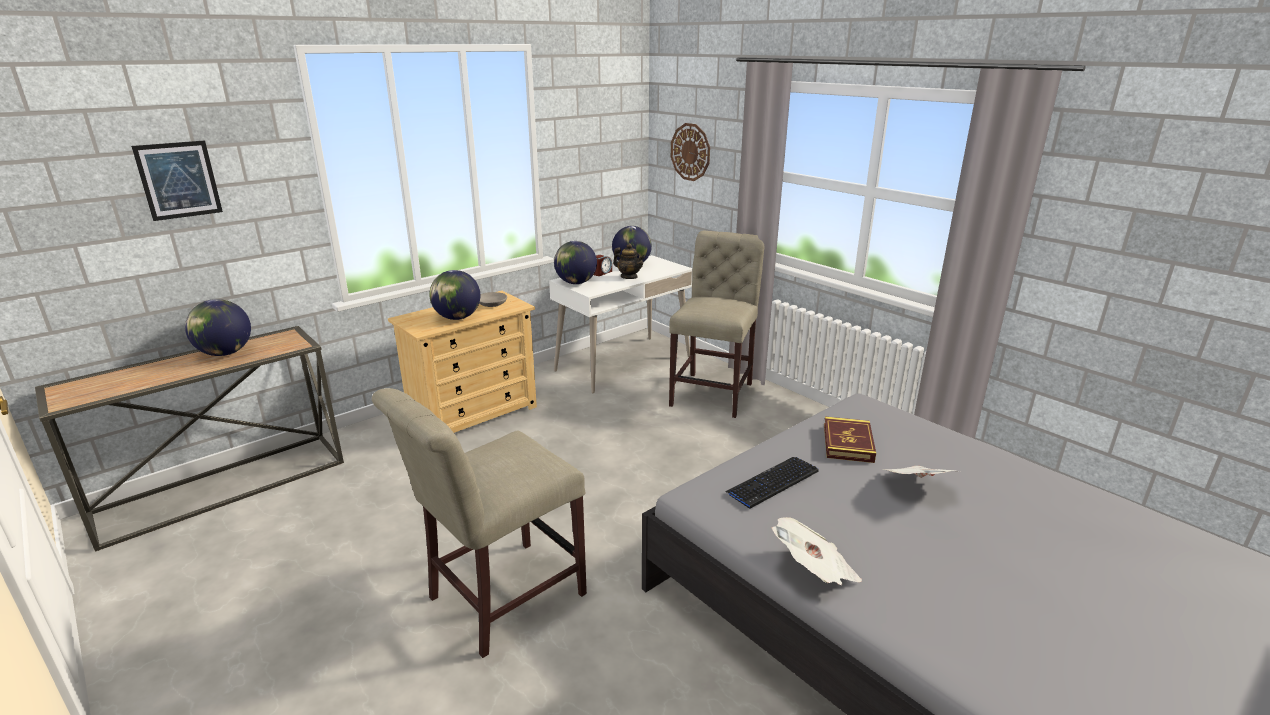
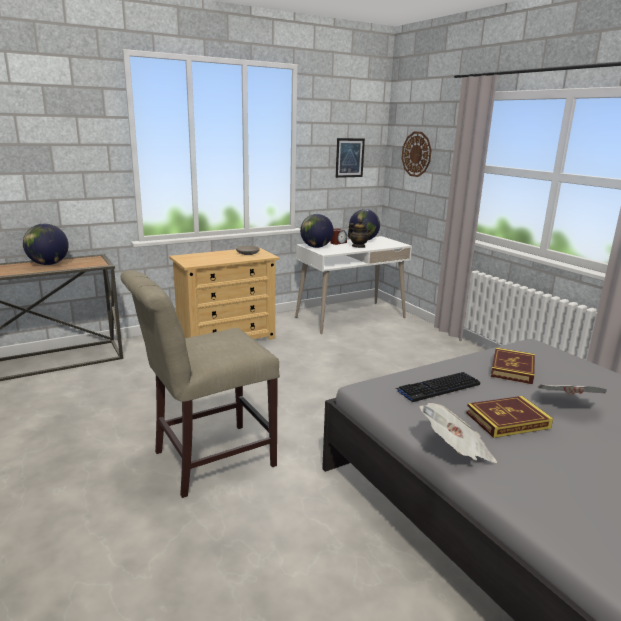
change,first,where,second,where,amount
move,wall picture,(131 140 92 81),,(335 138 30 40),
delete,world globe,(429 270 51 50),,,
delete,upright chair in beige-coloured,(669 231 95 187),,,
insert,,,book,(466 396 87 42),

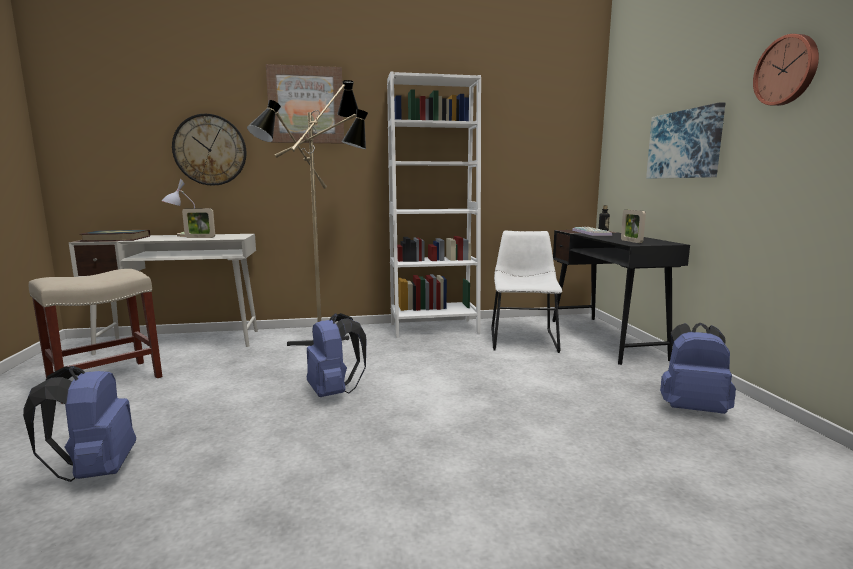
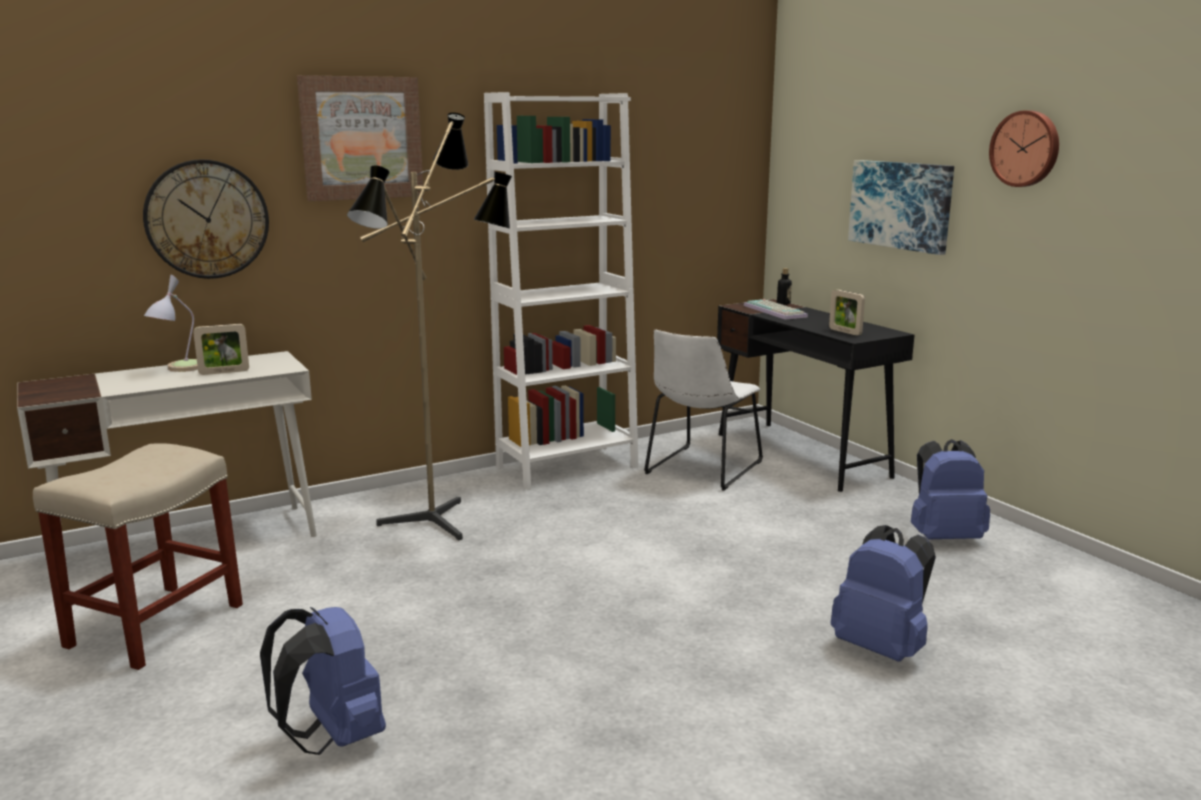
change,first,where,second,where,amount
delete,book,(79 230 71 11),,,
move,rucksack in blue-coloured,(307 313 59 84),,(831 525 105 137),
rotate,upright chair in whitish,(491 231 71 122),,(644 329 119 162),135 degrees counterclockwise

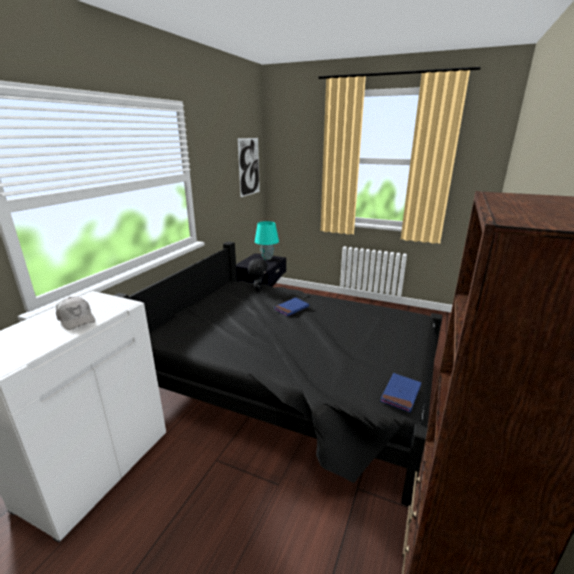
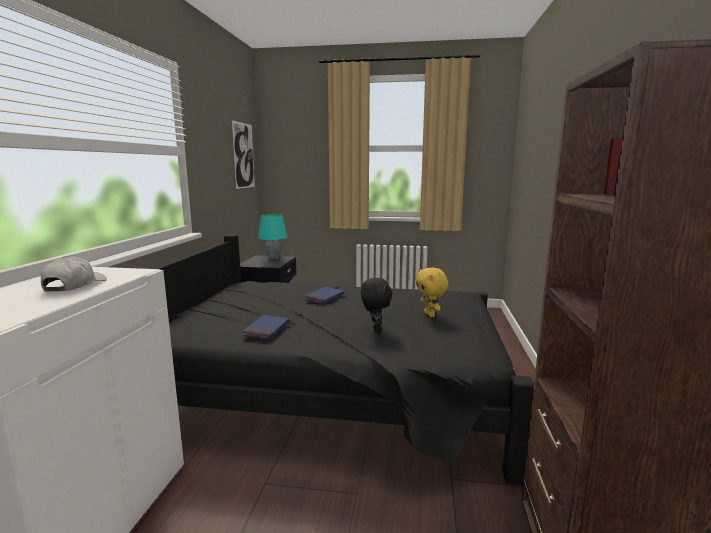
change,first,where,second,where,amount
rotate,baseball cap in whitish,(56 297 39 33),,(41 256 66 36),120 degrees counterclockwise
move,soft toy in blackish,(248 259 20 32),,(361 278 32 54),
move,book in blue-coloured,(380 373 41 39),,(242 315 47 25),
insert,,,soft toy in yellow-coloured,(415 268 33 49),

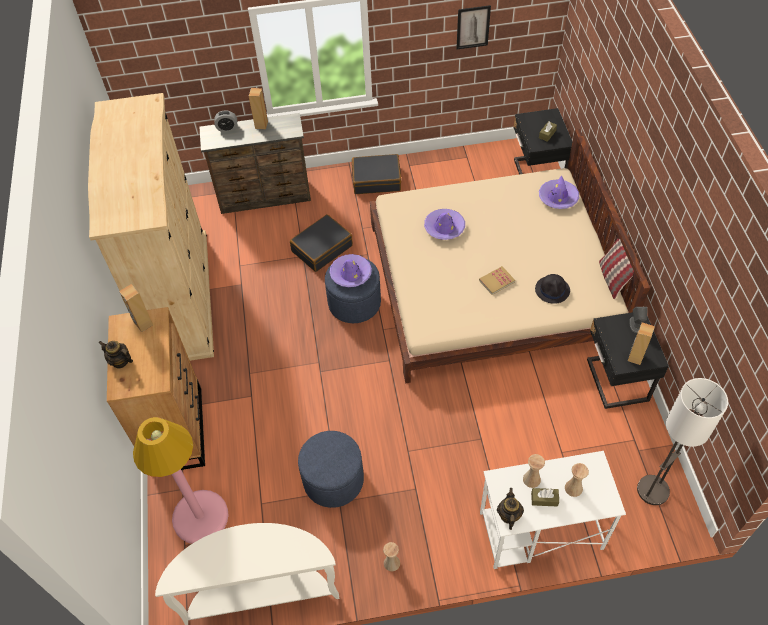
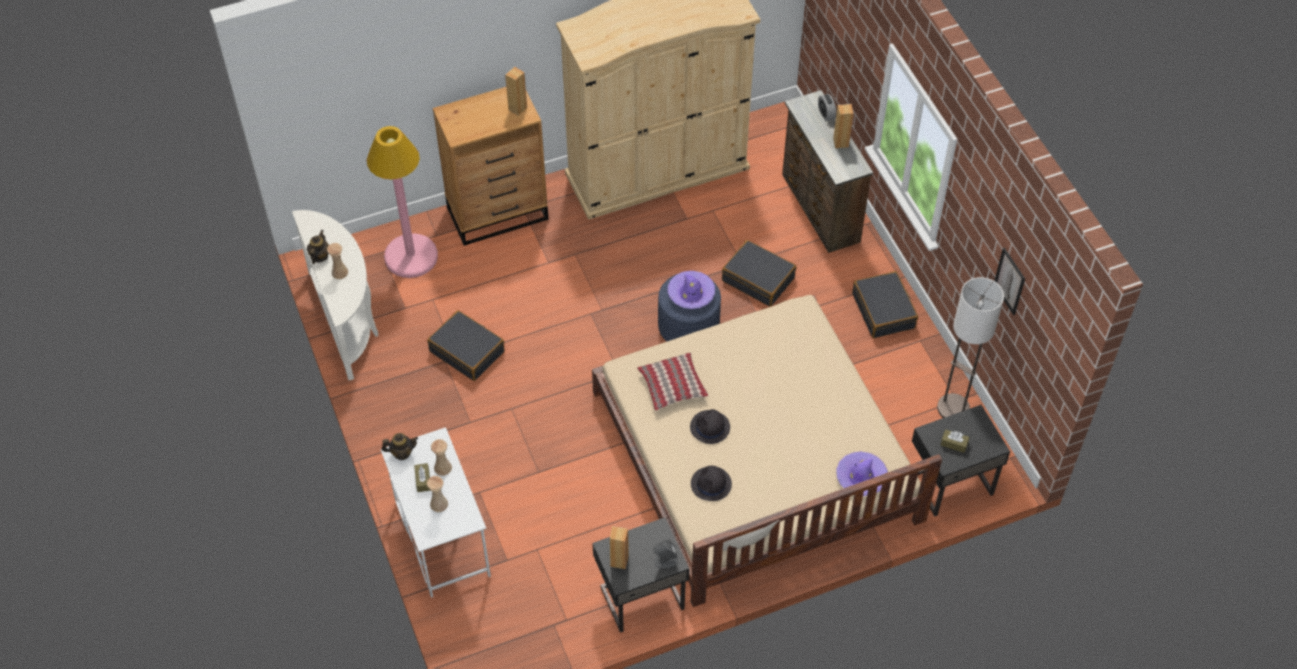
change,first,where,second,where,amount
move,tea pot,(98 341 35 27),,(307 230 22 34),
replace,footrest in blue-coloured,(298 431 66 77),piece of luggage in blackish,(427 310 77 71),
move,flower vase in beige-coloured,(383 542 17 29),,(327 243 21 36),
delete,clothing hat in purplish,(424 209 41 31),,,
replace,book,(479 266 36 29),clothing hat in blackish,(690 409 40 35),
move,floor lamp,(637 378 91 127),,(937 277 67 141),
insert,,,cushion,(637 353 71 58),

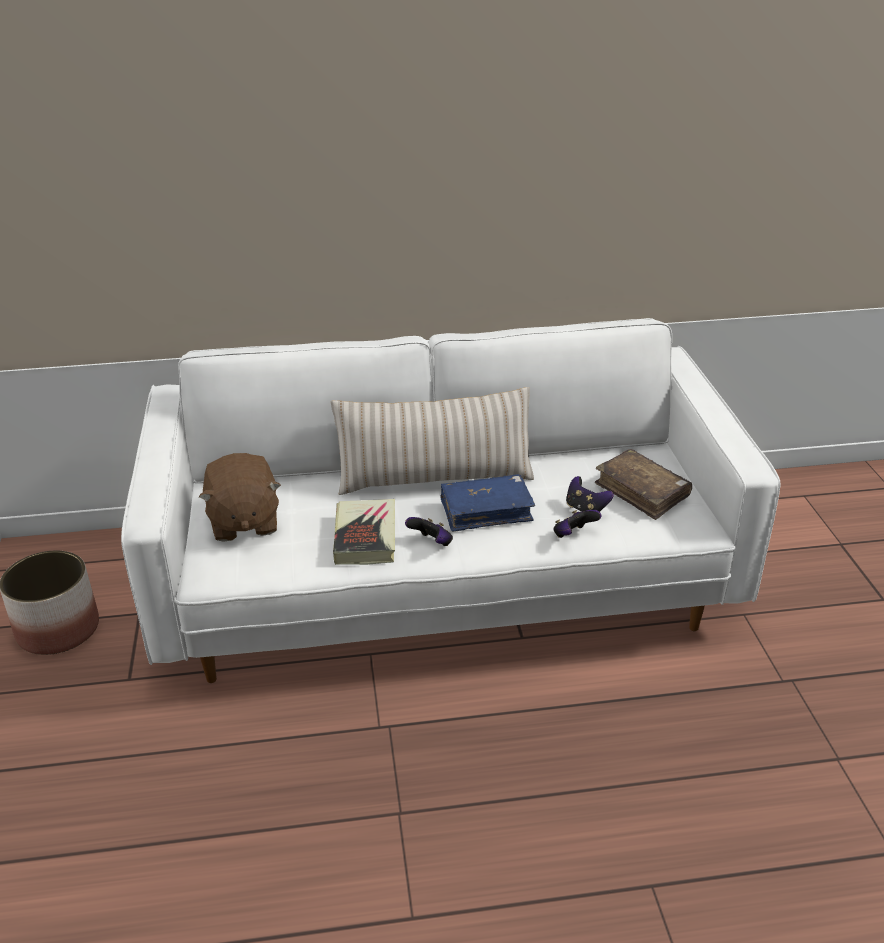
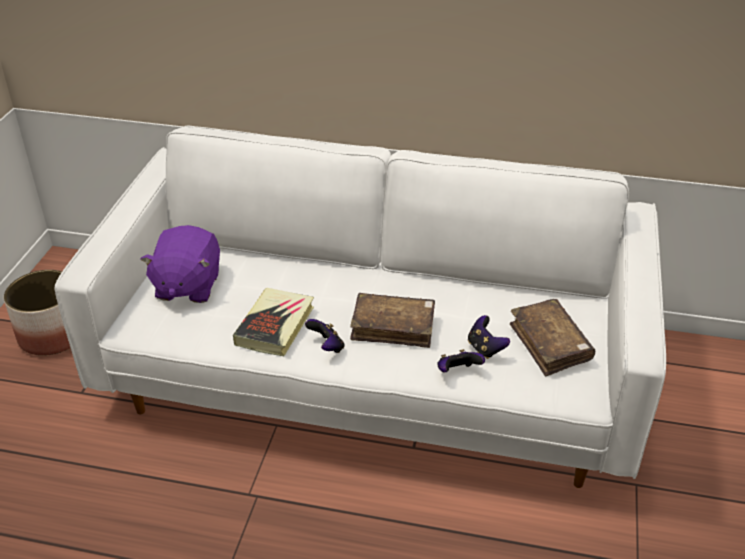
change,first,where,second,where,amount
recolor,soft toy in brownish,(199 453 82 89),soft toy in purplish,(140 225 80 78),
delete,cushion in beige-coloured,(331 387 203 108),,,
recolor,book in blue-coloured,(440 474 95 58),book in brownish,(350 293 85 55),

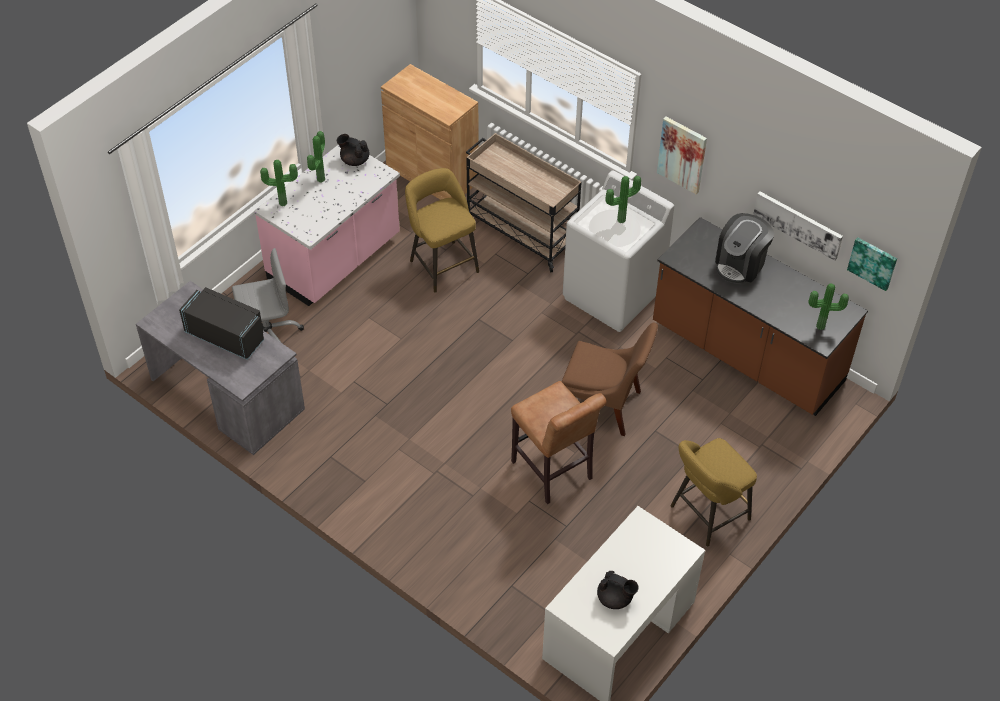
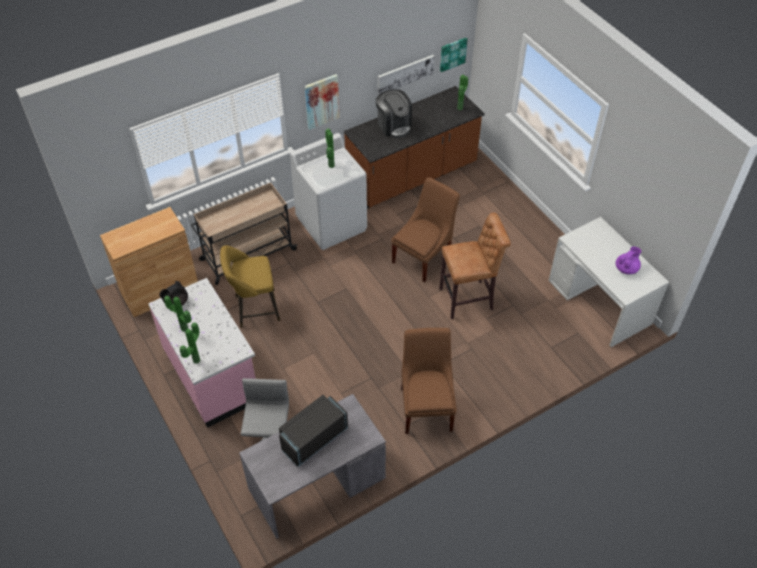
change,first,where,second,where,amount
recolor,tea pot in blackish,(597 571 42 38),tea pot in purplish,(616 247 25 27),
delete,stool seat in yellow-coloured,(671 438 86 109),,,
insert,,,upright chair in brownish,(401 328 56 106),

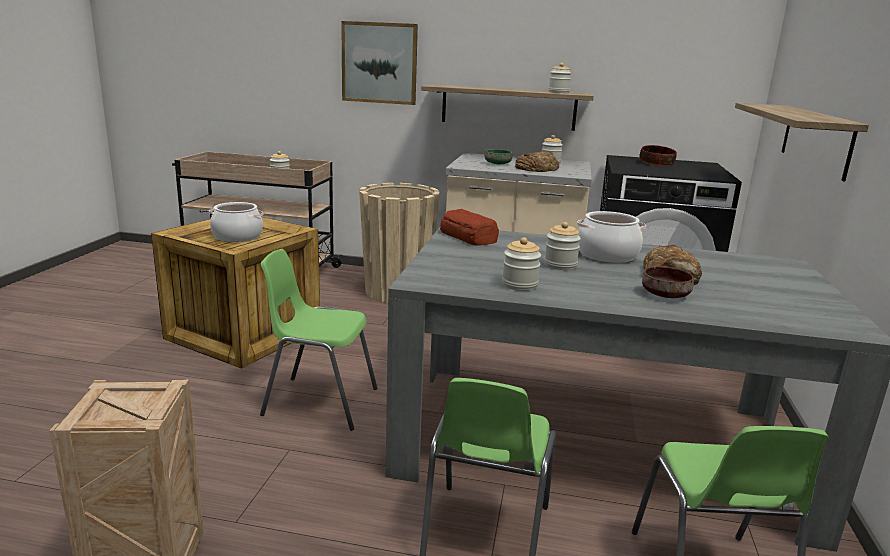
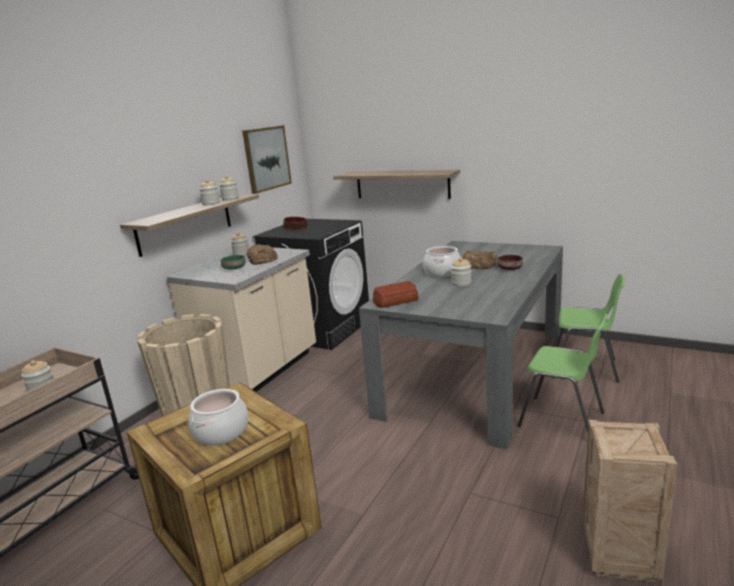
change,first,where,second,where,amount
delete,upright chair in greenish,(260 249 117 182),,,
move,wall picture,(341 21 77 84),,(242 125 50 69),
move,jar,(502 237 39 54),,(199 180 21 25),

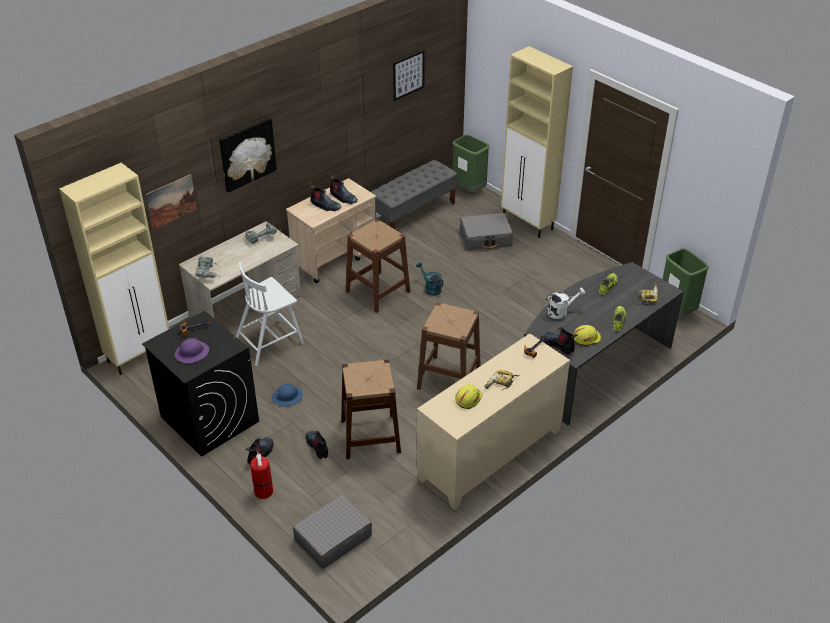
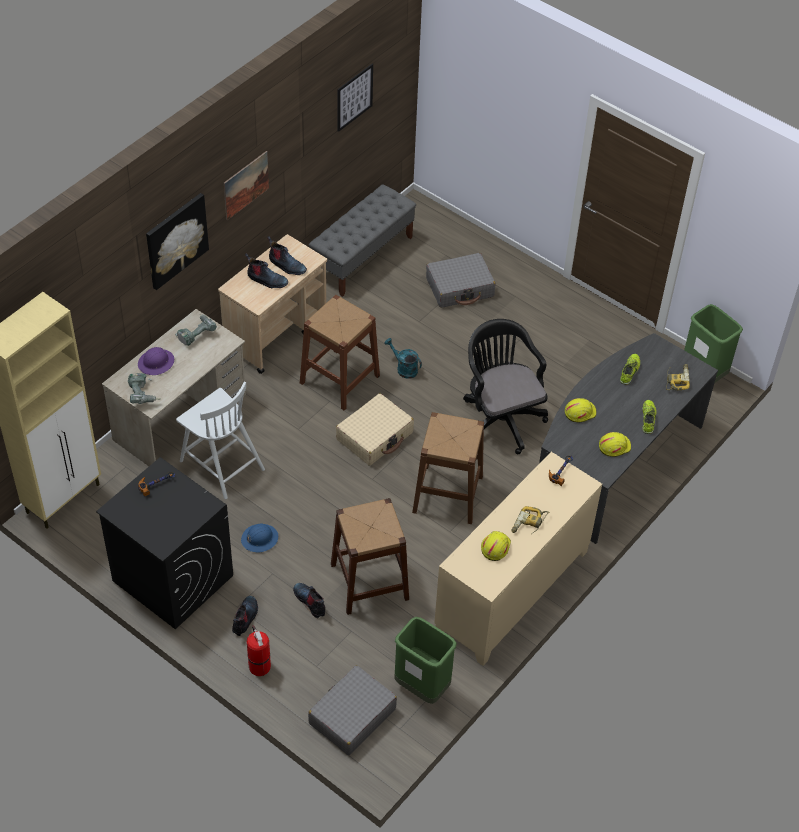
change,first,where,second,where,amount
move,wall picture,(145 174 52 55),,(224 151 45 69),
move,hard hat in purplish,(175 338 34 25),,(138 347 36 28),
rotate,upright chair in whitish,(236 262 68 104),,(176 382 89 117),90 degrees counterclockwise
move,rubbish bin in greenish,(452 135 38 58),,(394 617 63 87),
delete,cabinet in beige-coloured,(501 46 72 192),,,
delete,tall boot,(540 327 37 28),,,
replace,watering pot in whitish,(545 287 40 32),hard hat in yellow-coloured,(565 398 31 24),
insert,,,piece of luggage in beige-coloured,(336 393 78 72),
insert,,,desk chair in blackish,(463 319 85 135),

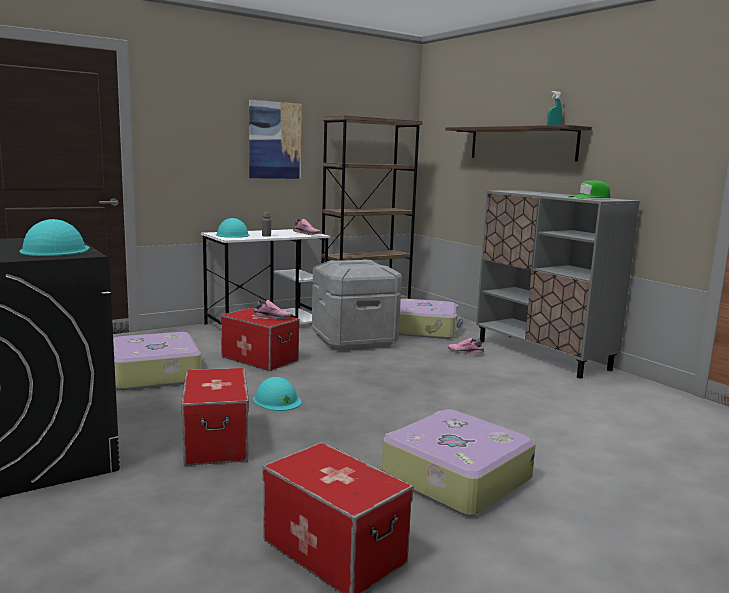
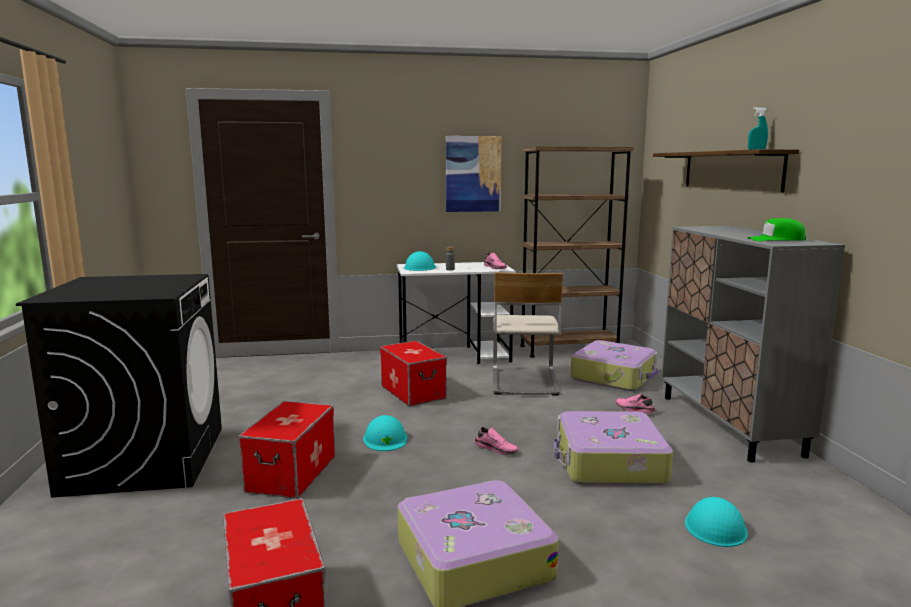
change,first,where,second,where,amount
move,hard hat in blue-green,(20 219 69 37),,(685 497 63 50),
move,piece of luggage,(113 332 89 58),,(554 411 119 74),
move,item of footwear in pinkish,(253 300 40 20),,(474 427 45 28),
replace,storage container in greyish,(312 259 90 92),upright chair in beige-coloured,(493 272 70 124),

